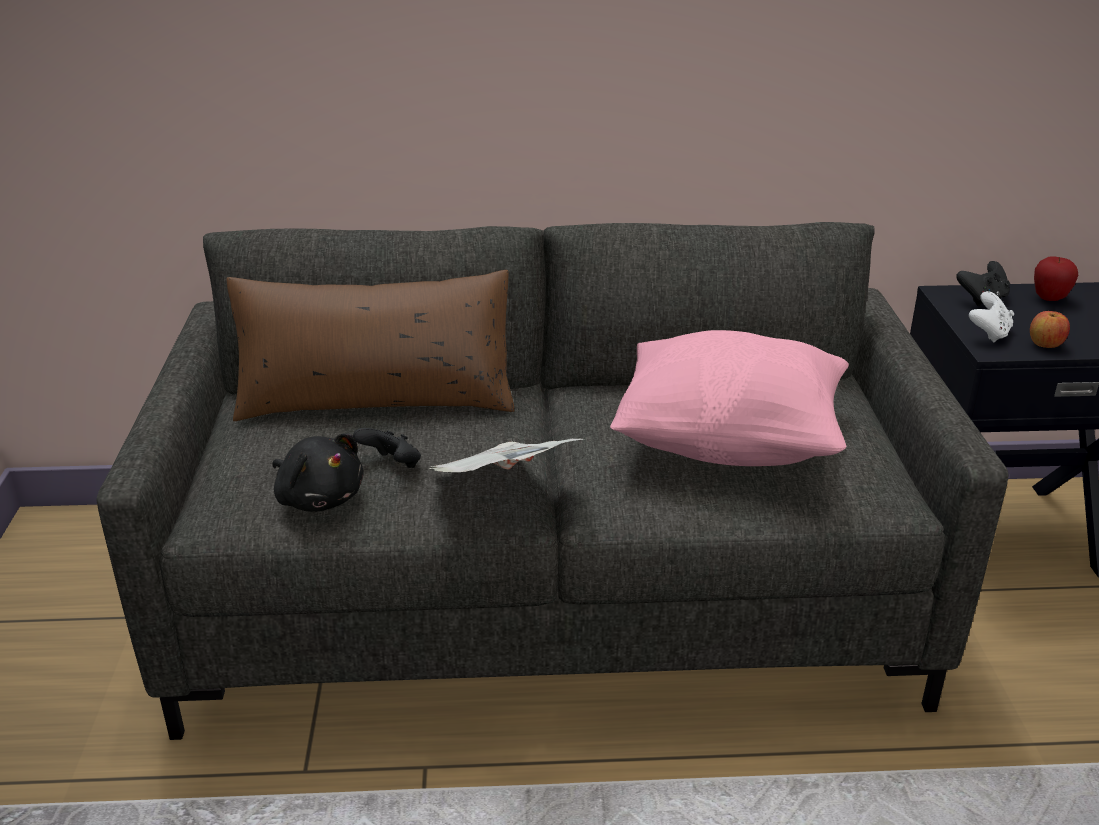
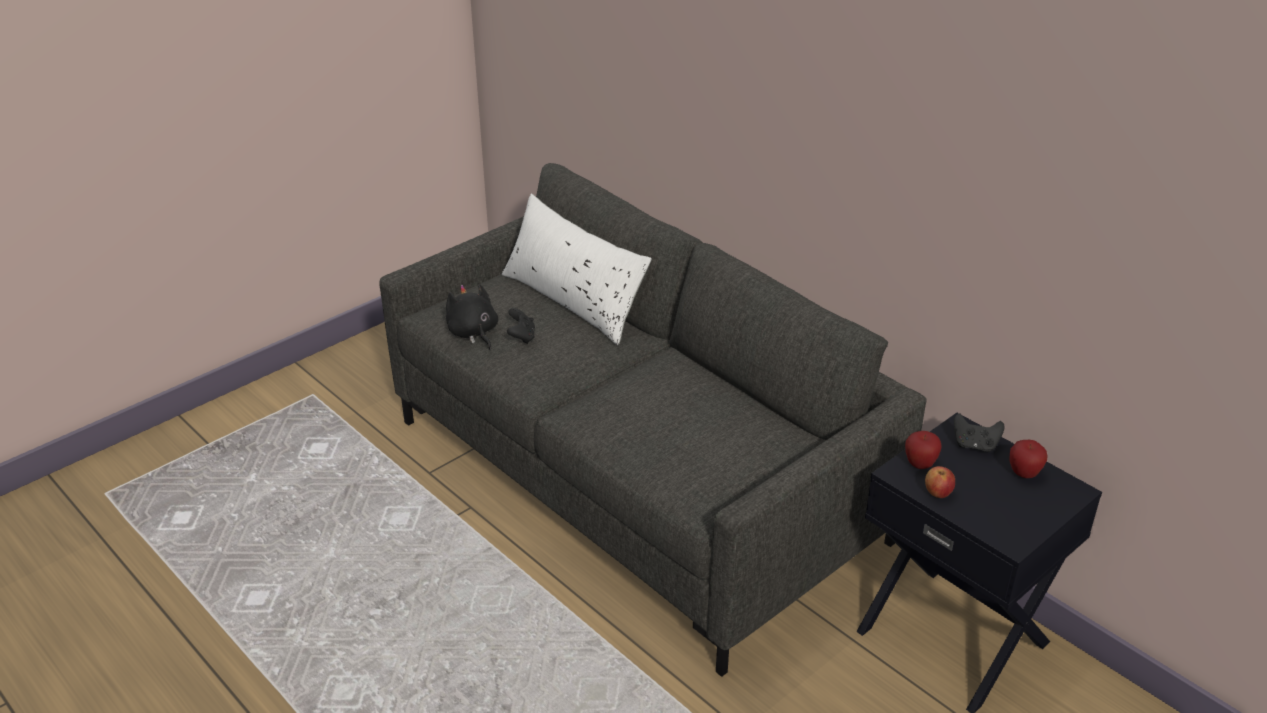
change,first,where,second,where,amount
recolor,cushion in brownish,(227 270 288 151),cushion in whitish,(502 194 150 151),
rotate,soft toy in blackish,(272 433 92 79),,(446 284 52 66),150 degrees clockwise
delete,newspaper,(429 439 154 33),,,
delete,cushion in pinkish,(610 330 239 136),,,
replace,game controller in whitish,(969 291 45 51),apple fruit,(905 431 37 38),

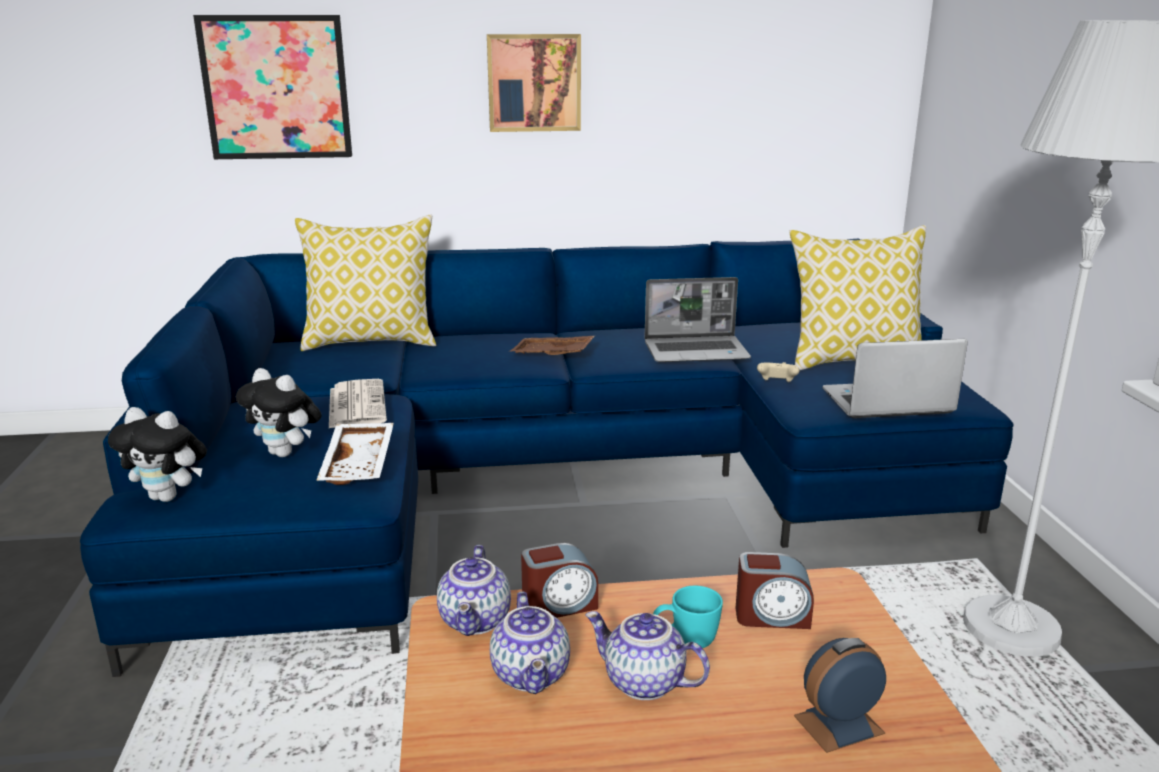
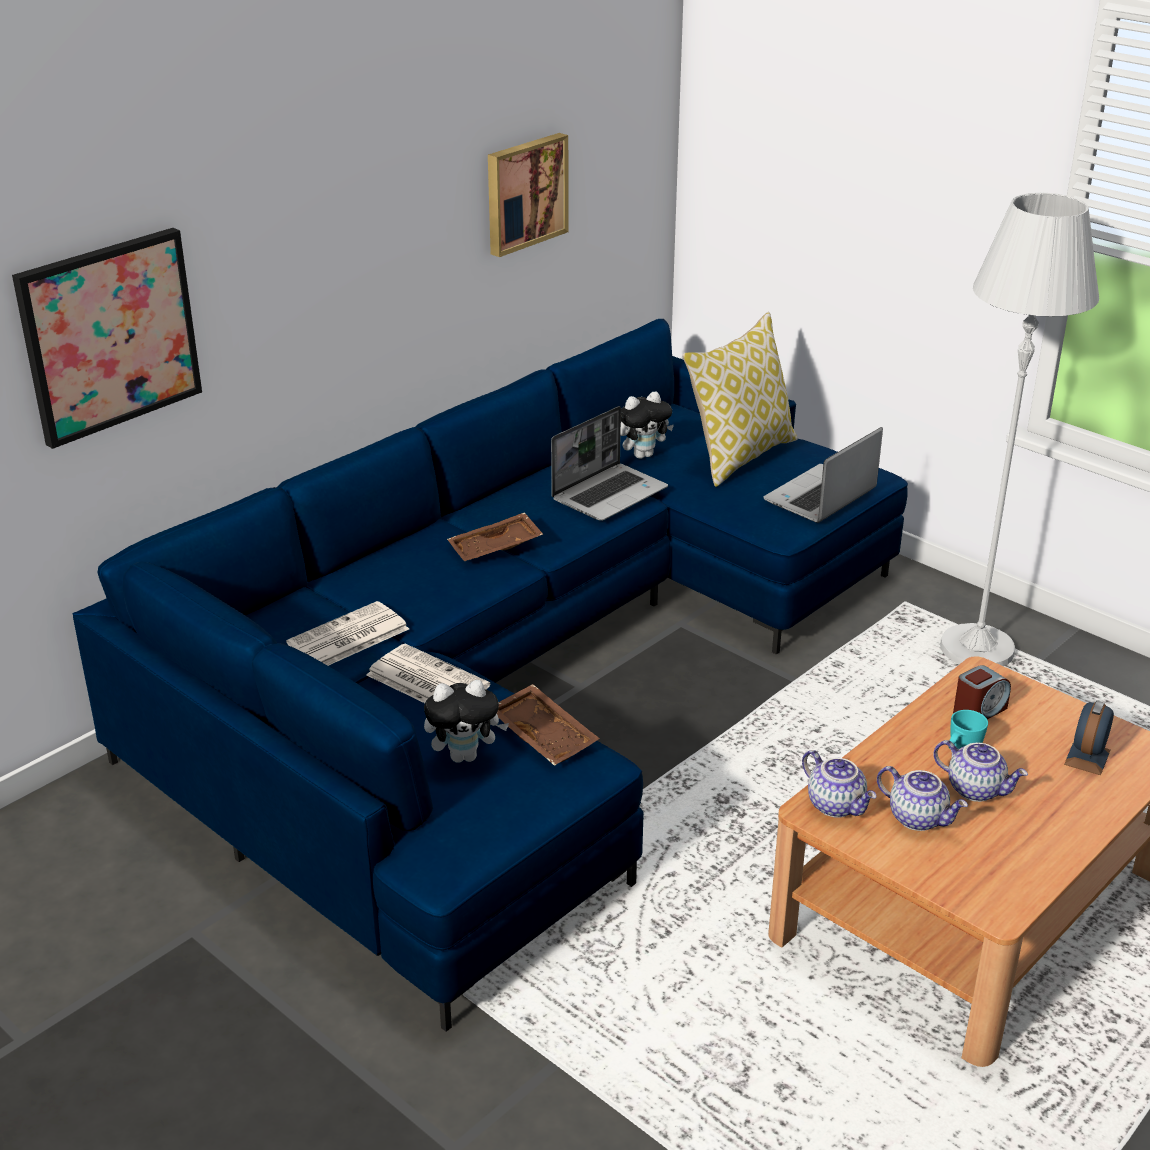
change,first,where,second,where,amount
move,soft toy,(108 407 99 95),,(621 391 53 68),
delete,cushion,(295 215 141 136),,,
recolor,serving tray in whitish,(316 423 78 62),serving tray in brownish,(497 684 103 82),
move,wall picture,(487 34 94 98),,(488 133 81 124),
delete,alarm clock,(521 543 77 75),,,
rotate,tea pot,(585 611 125 89),,(933 740 95 62),135 degrees counterclockwise
delete,game controller in beige-coloured,(757 362 43 20),,,
insert,,,newspaper,(286 601 123 65),

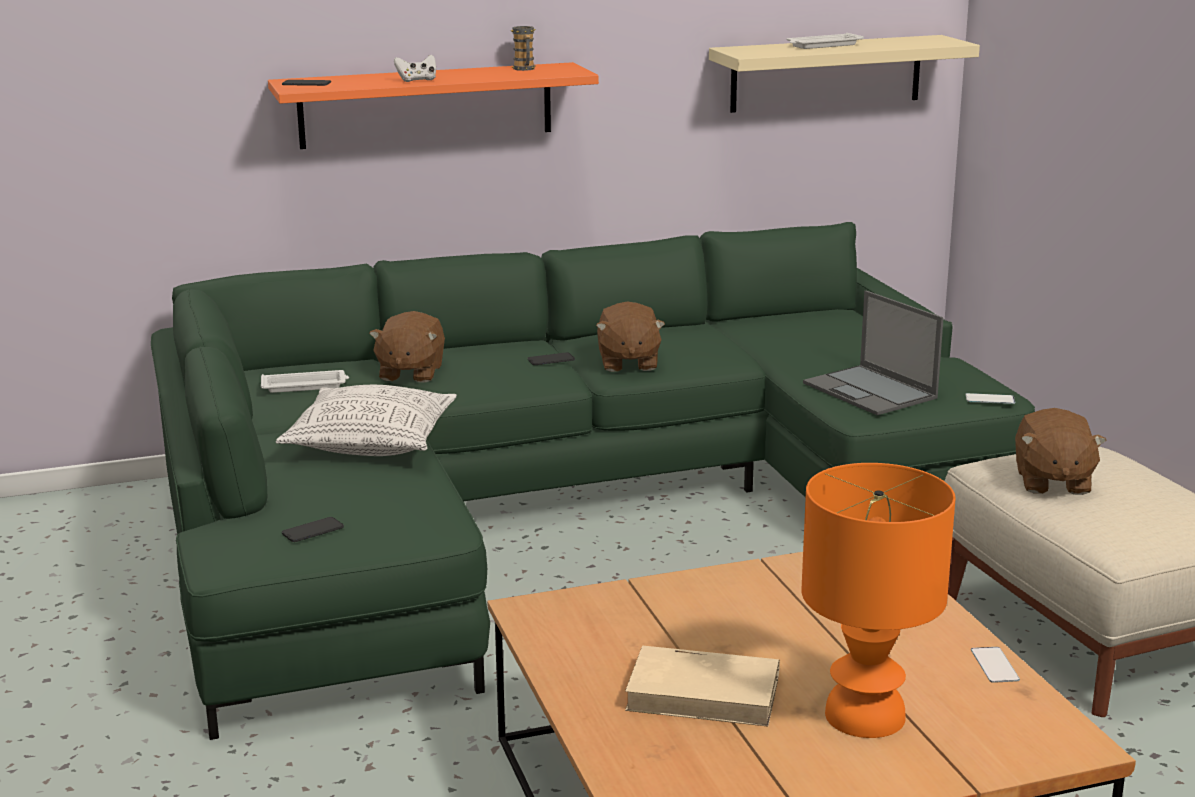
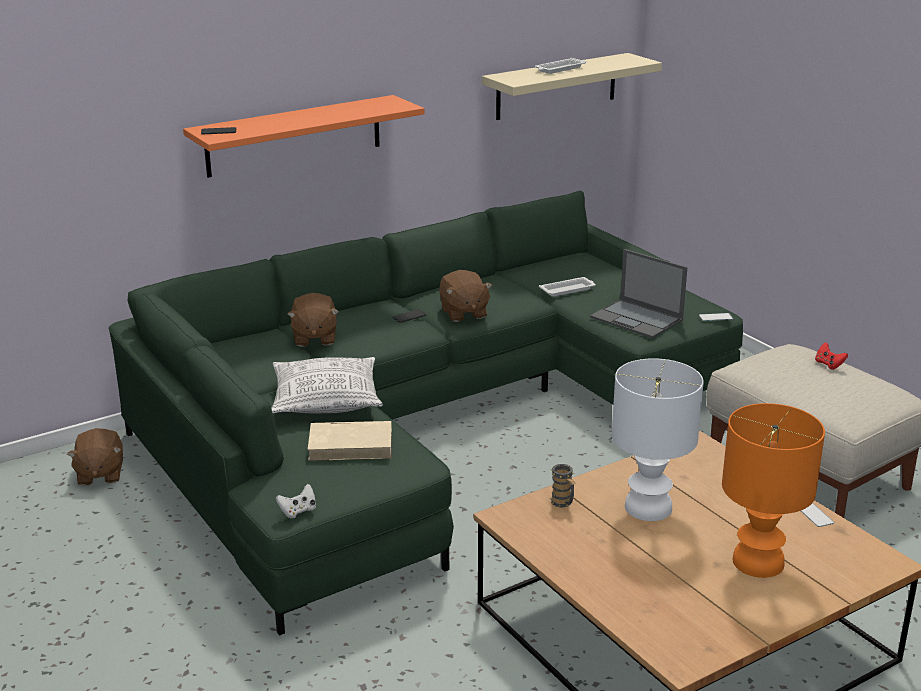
change,first,where,second,where,amount
move,serving tray in whitish,(261 370 88 23),,(539 277 57 20),
delete,phone,(282 517 62 25),,,
move,game controller in whitish,(394 55 42 27),,(276 484 40 35),
move,coffee mug,(511 26 25 45),,(550 464 26 43),
move,book in beige-coloured,(625 646 155 81),,(307 421 85 40),
move,soft toy in brownish,(1015 408 92 87),,(67 428 56 58),
insert,,,table lamp in whitish,(612 358 92 163),
insert,,,game controller in reddish,(815 342 33 28),

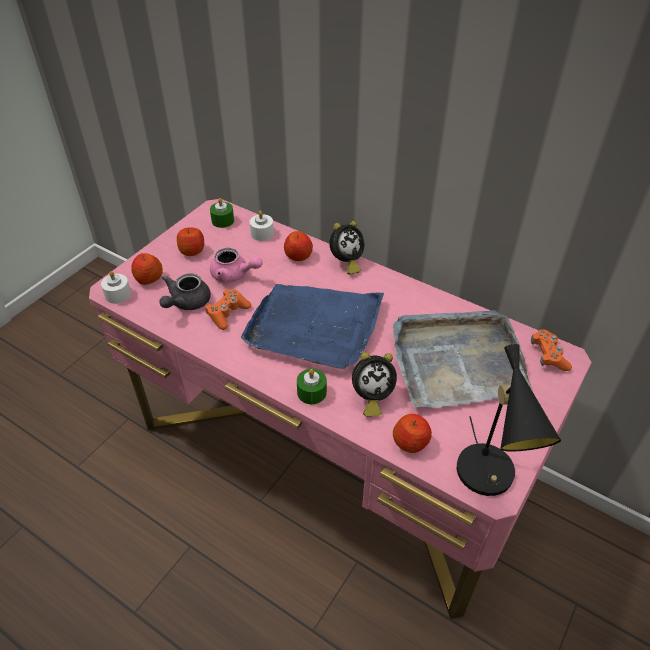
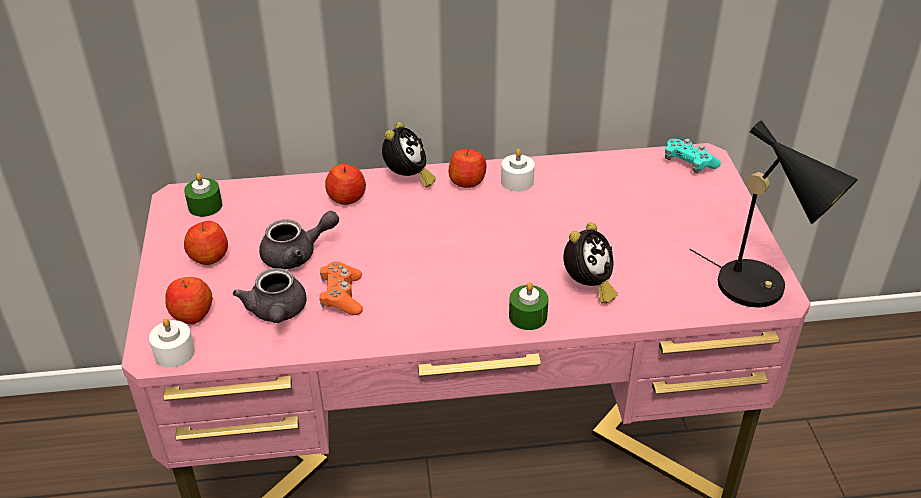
change,first,where,second,where,amount
recolor,tea pot in pinkish,(210 248 52 34),tea pot in greyish,(259 211 80 58),
delete,serving tray in blue-coloured,(241 284 143 85),,,
move,wax light in whitish,(250 211 24 30),,(501 149 34 43),
delete,serving tray in greyish,(393 310 140 98),,,
move,apple fruit,(393 414 39 39),,(449 149 37 39),
recolor,game controller in orangey,(531 330 41 41),game controller in blue-green,(665 139 56 34),

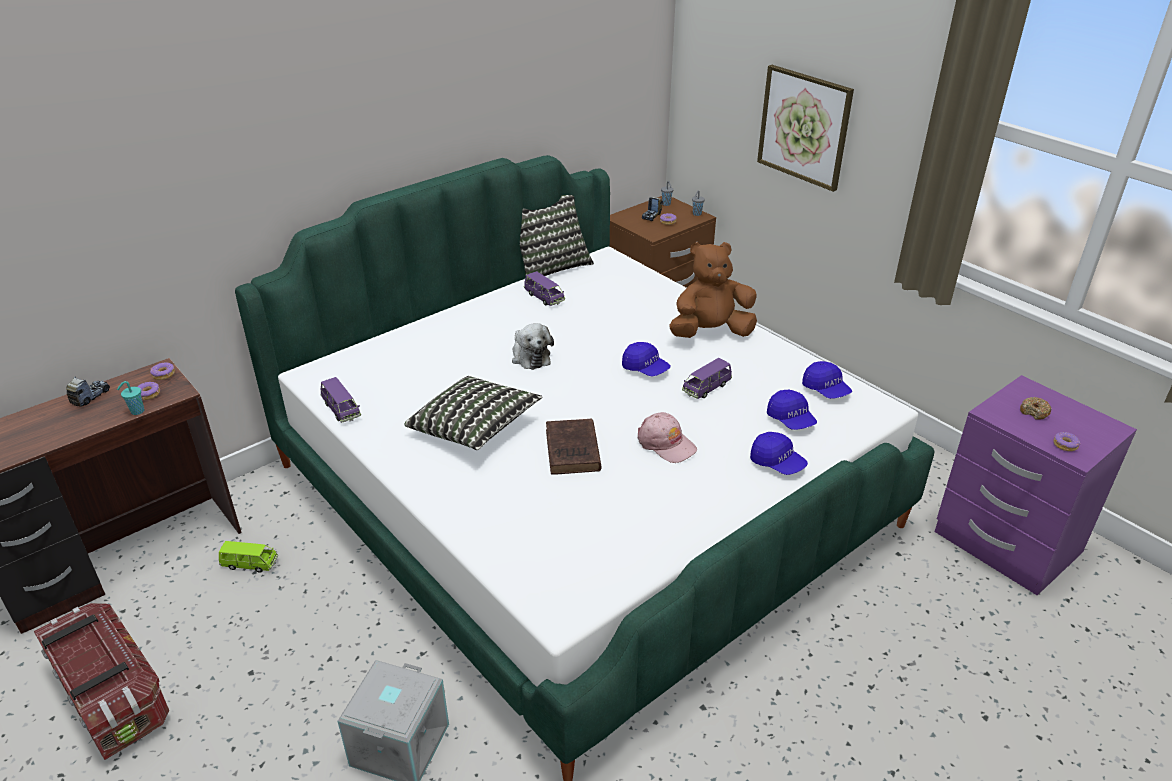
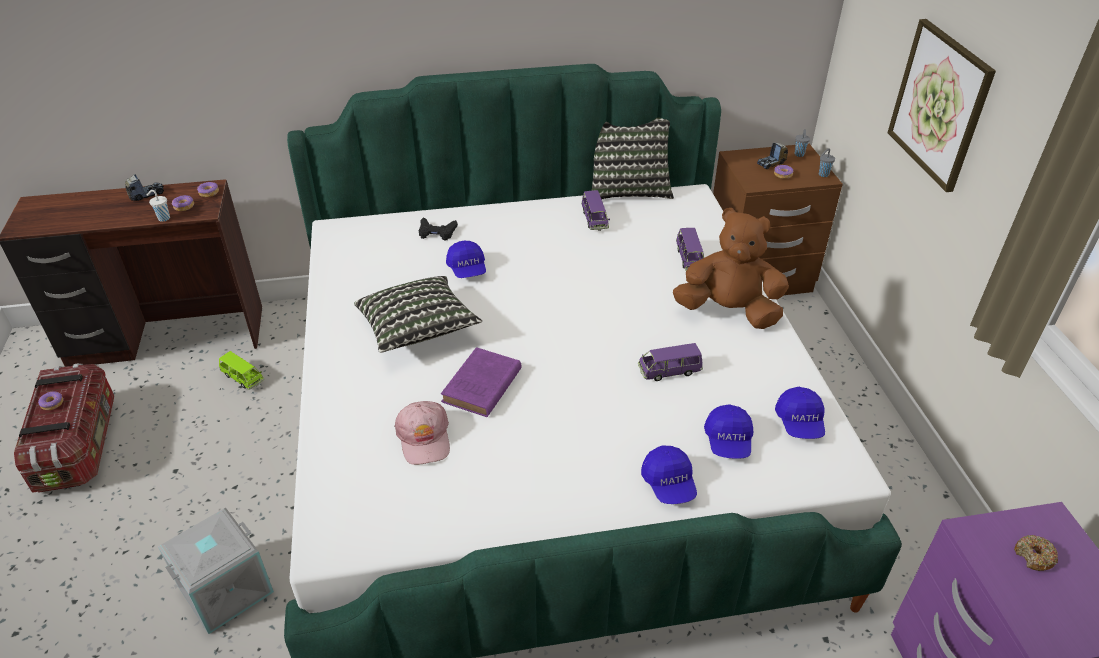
change,first,where,second,where,amount
recolor,small cup in blue-green,(117 381 27 34),small cup in whitish,(147 190 23 32),
move,toy car in purplish,(320 377 41 46),,(676 228 28 43),
delete,soft toy,(512 323 42 47),,,
recolor,book in brownish,(546 419 55 56),book in purplish,(441 347 81 70),
move,baseball cap in blue-coloured,(622 342 49 35),,(446 240 40 38),
move,baseball cap in pinkish,(638 412 59 51),,(394 401 56 64),
move,doughnut,(1053 432 27 19),,(38 391 25 19),
insert,,,game controller in blackish,(419 217 39 24),

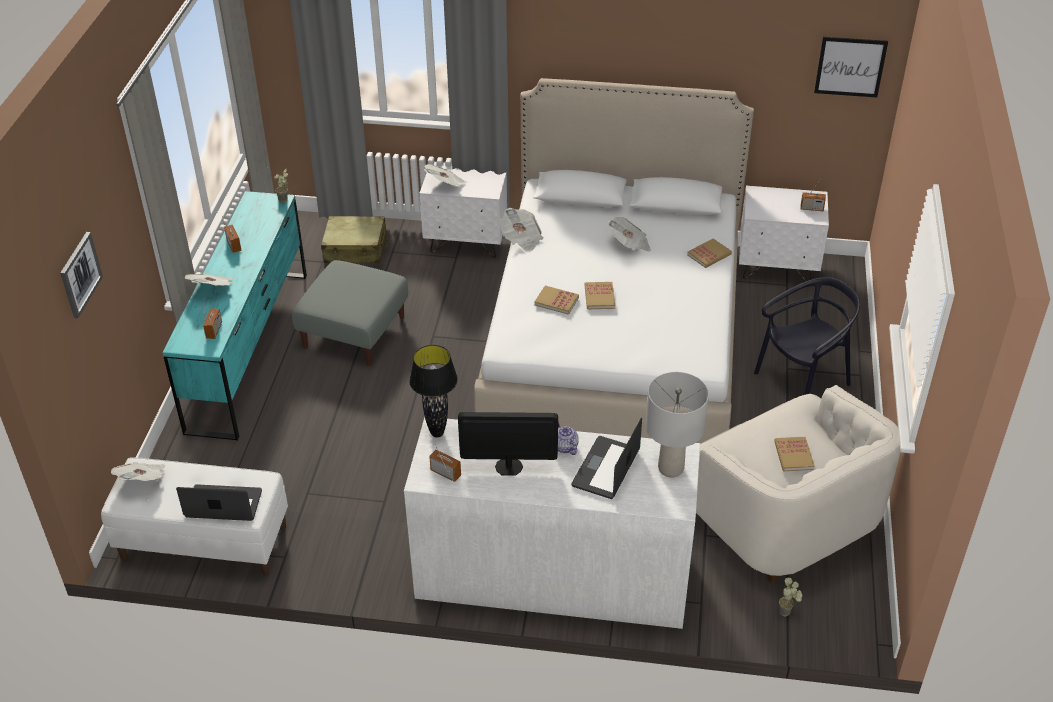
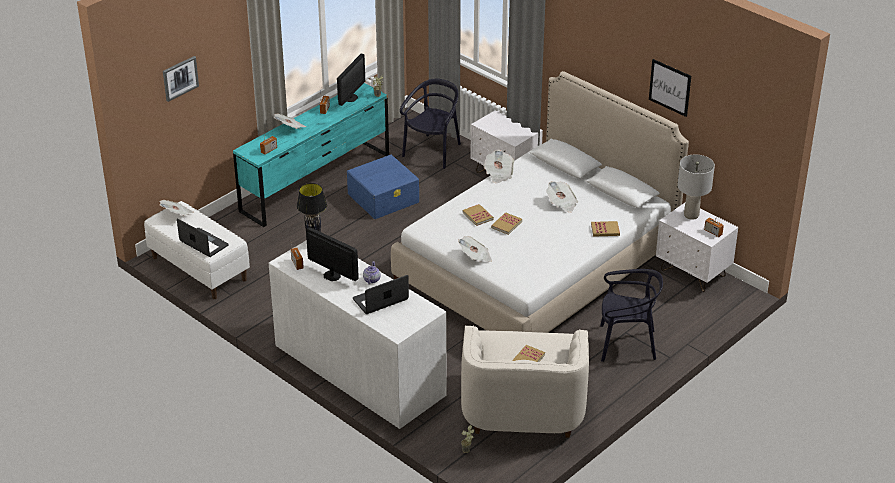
change,first,where,second,where,amount
replace,footrest in greyish,(292 260 116 106),storage container in blue-coloured,(347 155 72 64),
replace,piece of luggage in beige-coloured,(321 216 66 47),upright chair in blackish,(400 79 61 90),
move,newspaper,(424 164 43 22),,(458 236 34 26),
move,table lamp in greyish,(645 372 64 106),,(678 154 37 66),
move,wall picture,(814 37 74 60),,(649 59 42 58),
insert,,,computer display,(337 54 28 52),

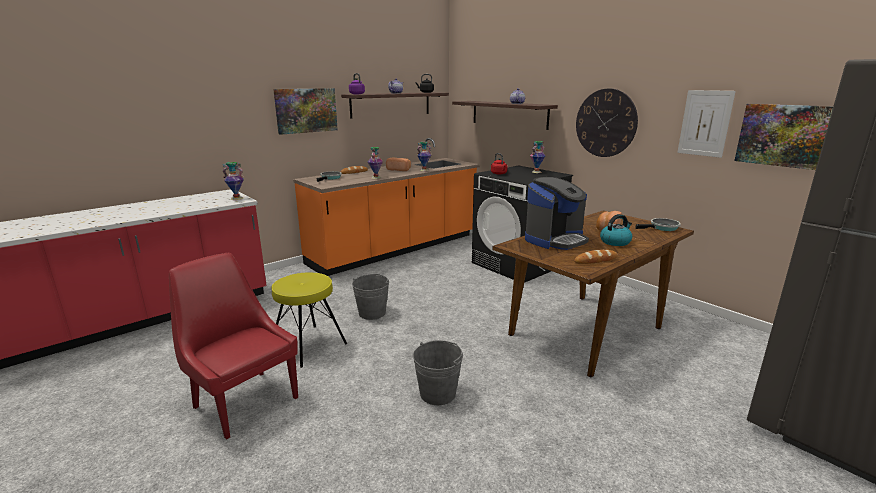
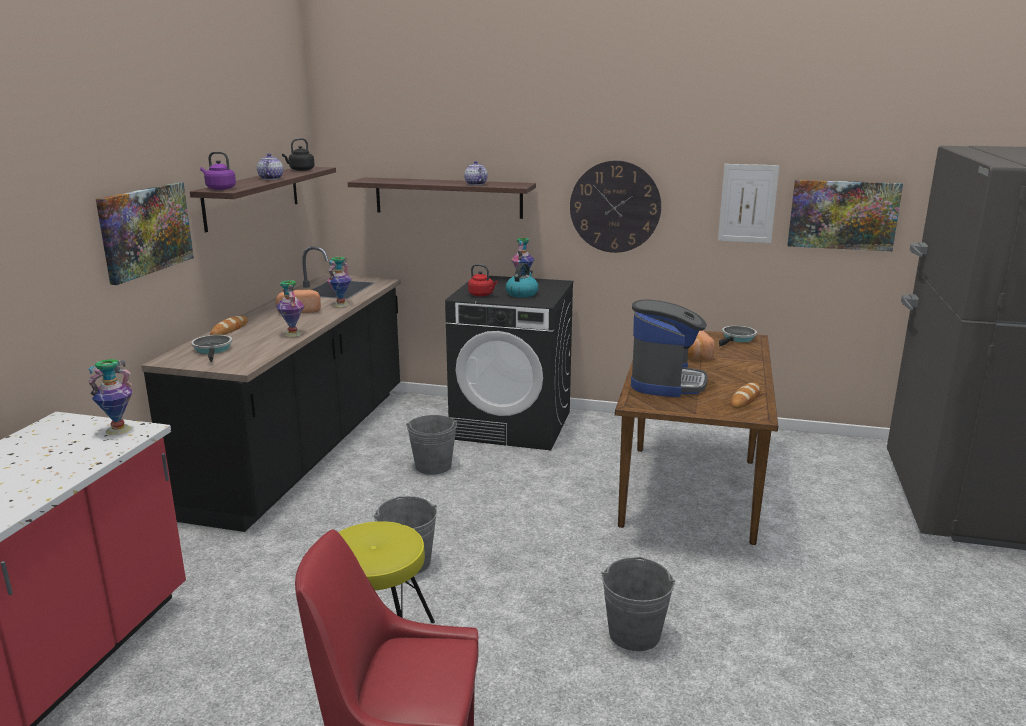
change,first,where,second,where,amount
recolor,counter in orangey,(293 138 187 138),counter in blackish,(141 246 260 286),
move,tea kettle,(600 214 32 32),,(506 263 33 35),
insert,,,pail in greyish,(406 415 52 60),

